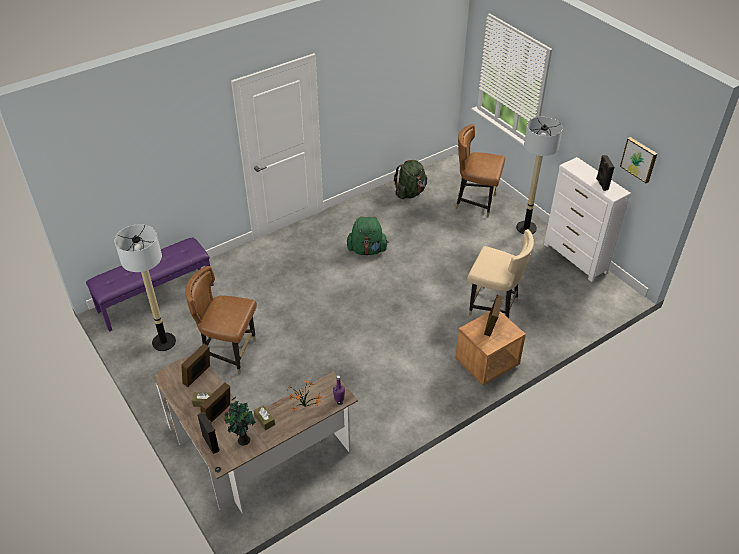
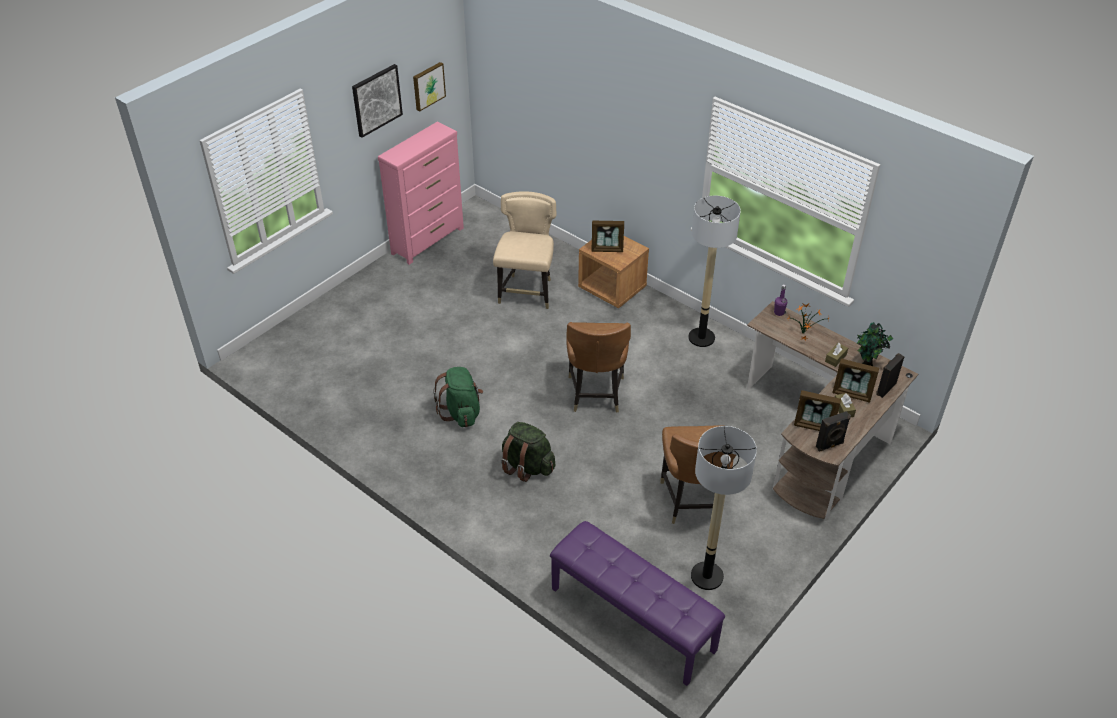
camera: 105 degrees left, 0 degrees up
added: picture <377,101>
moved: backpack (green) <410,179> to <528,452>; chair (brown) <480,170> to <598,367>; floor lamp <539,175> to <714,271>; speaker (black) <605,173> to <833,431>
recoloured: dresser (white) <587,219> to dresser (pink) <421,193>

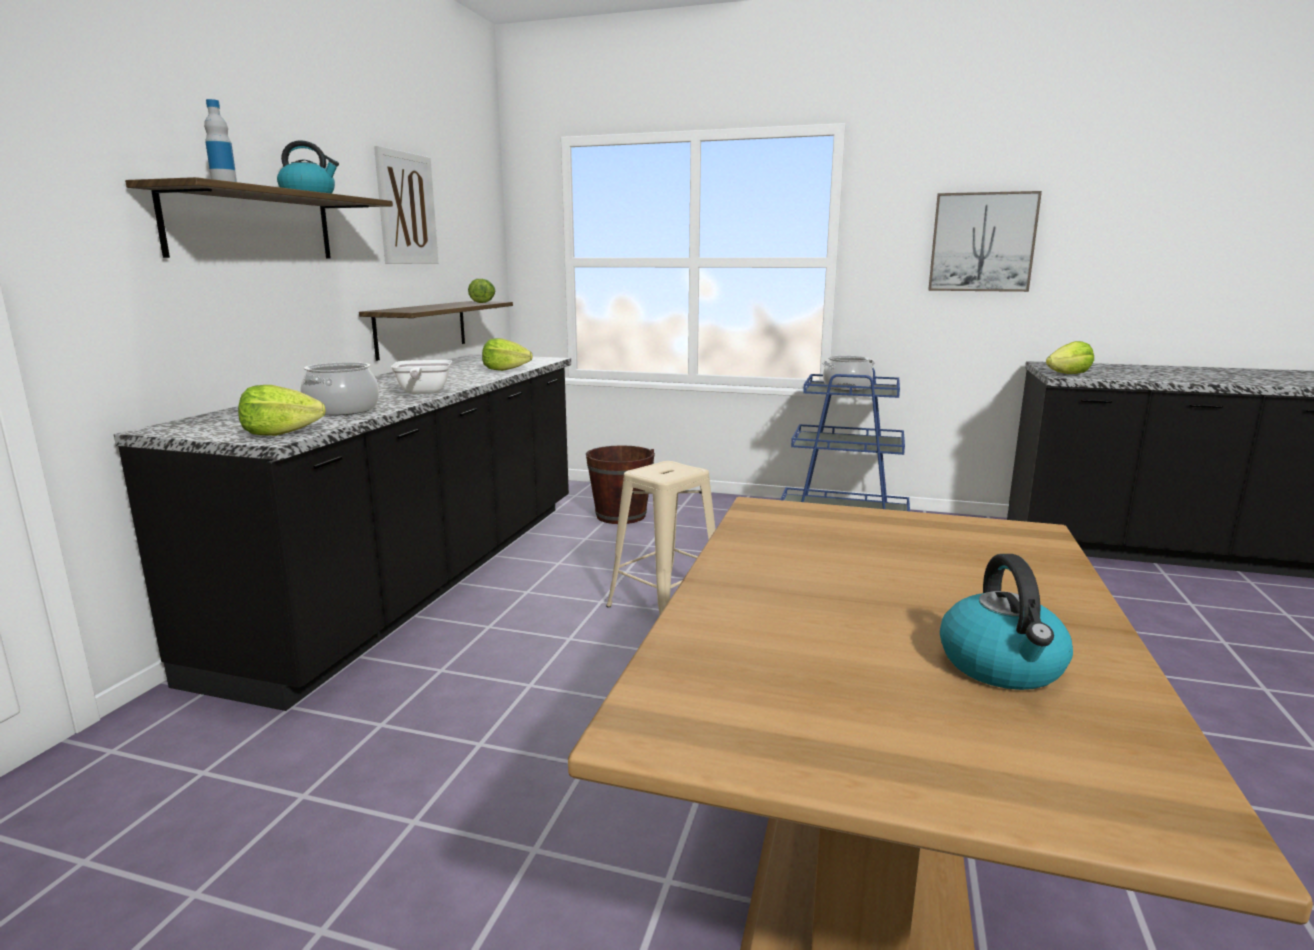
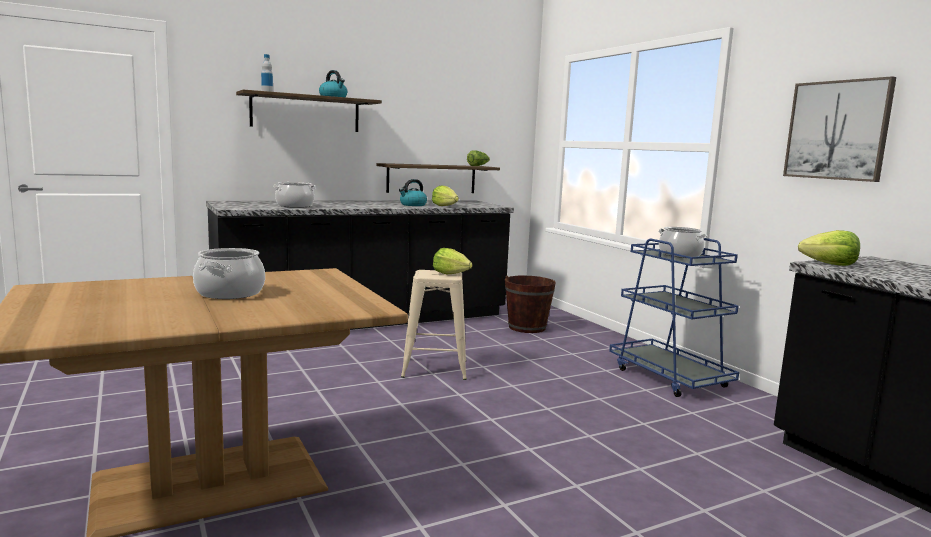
camera: 45 degrees right, 5 degrees down
removed: picture <406,205>; frying pan <421,377>
added: cooking pot <229,273>
moved: lettuce <282,410> to <452,261>; kettle <1006,622> to <413,192>

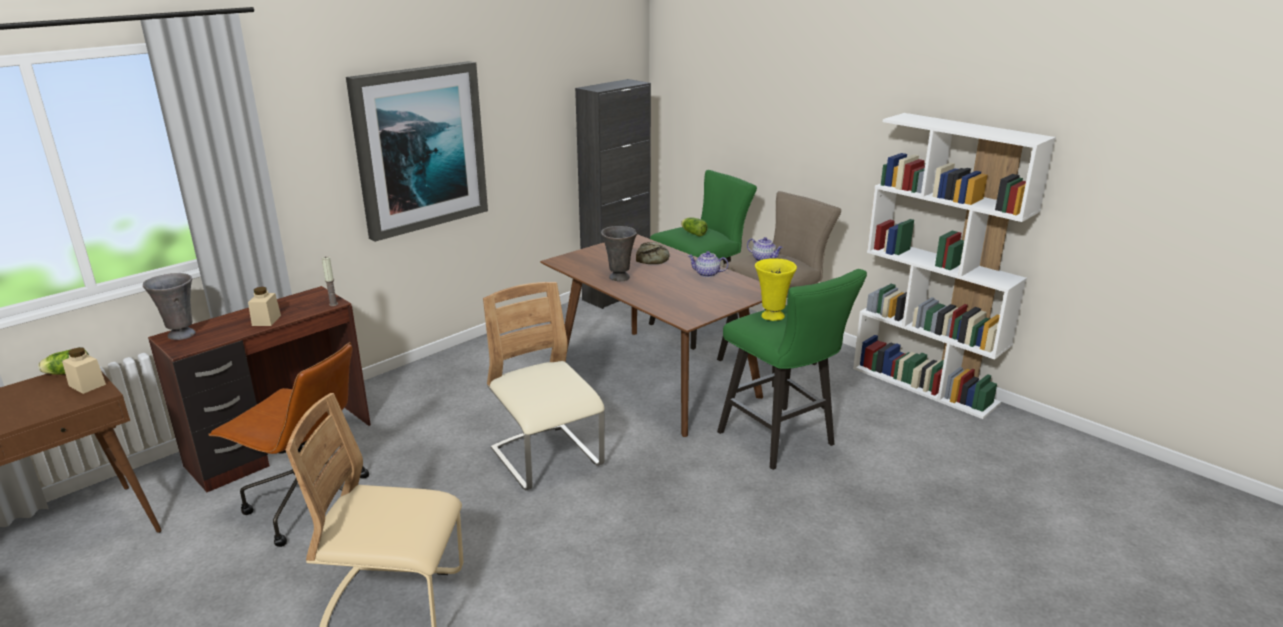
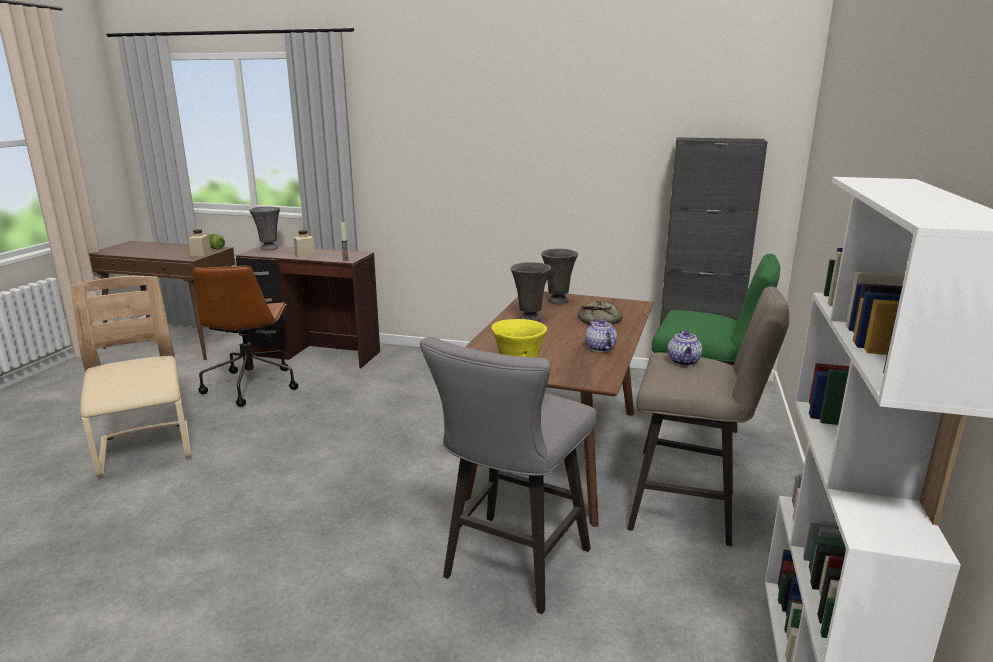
camera: 60 degrees right, 5 degrees down
removed: picture <417,151>; chair (beige) <544,386>; lettuce <694,226>
added: vase (grey) <559,276>
recoloured: stool (green) <792,369> to stool (grey) <508,475>

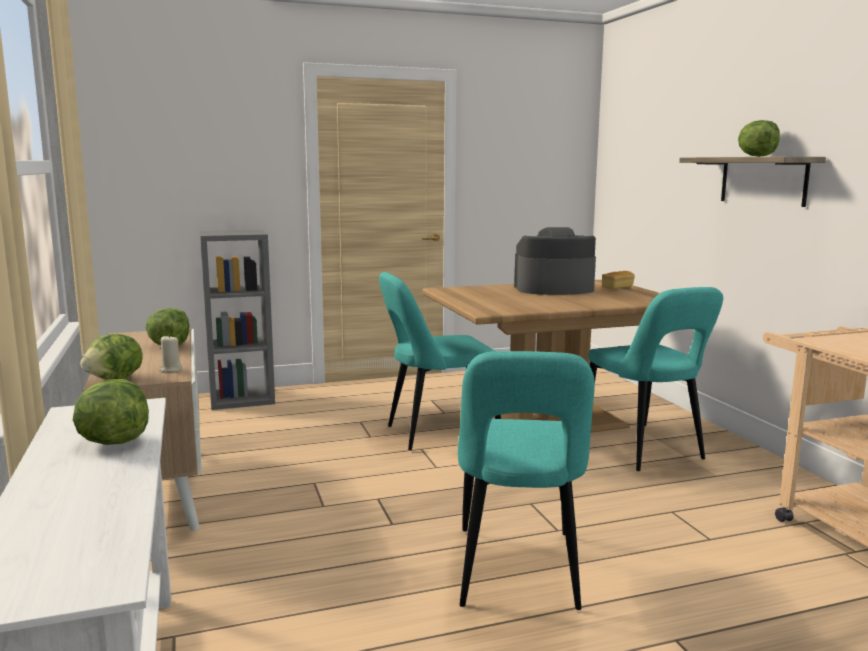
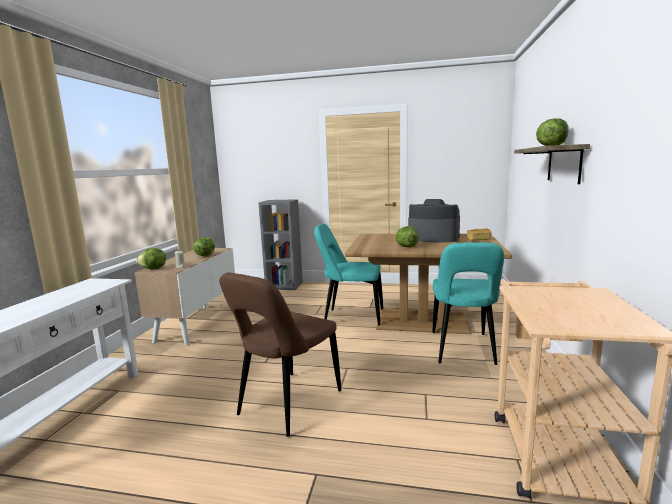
camera: 30 degrees right, 0 degrees up
moved: lettuce <111,412> to <407,236>
recoloured: chair (turquoise) <526,480> to chair (brown) <280,354>

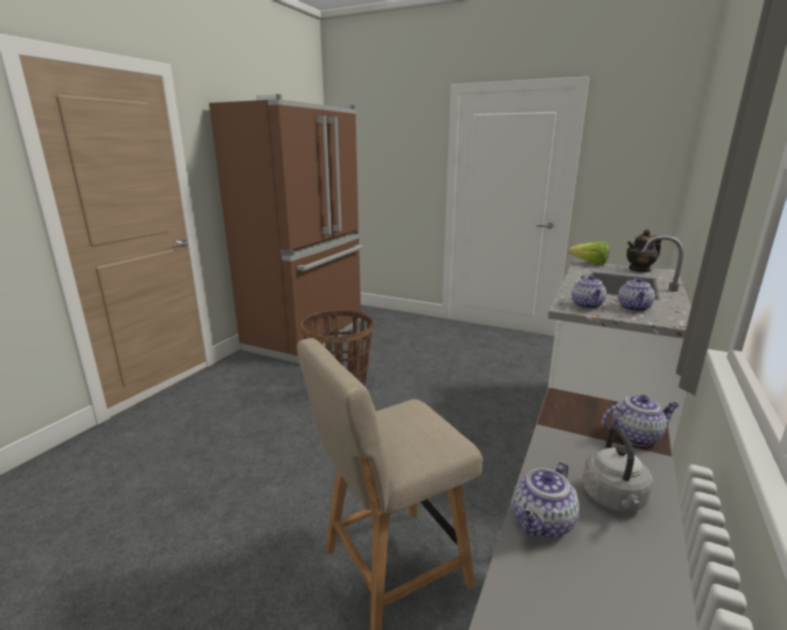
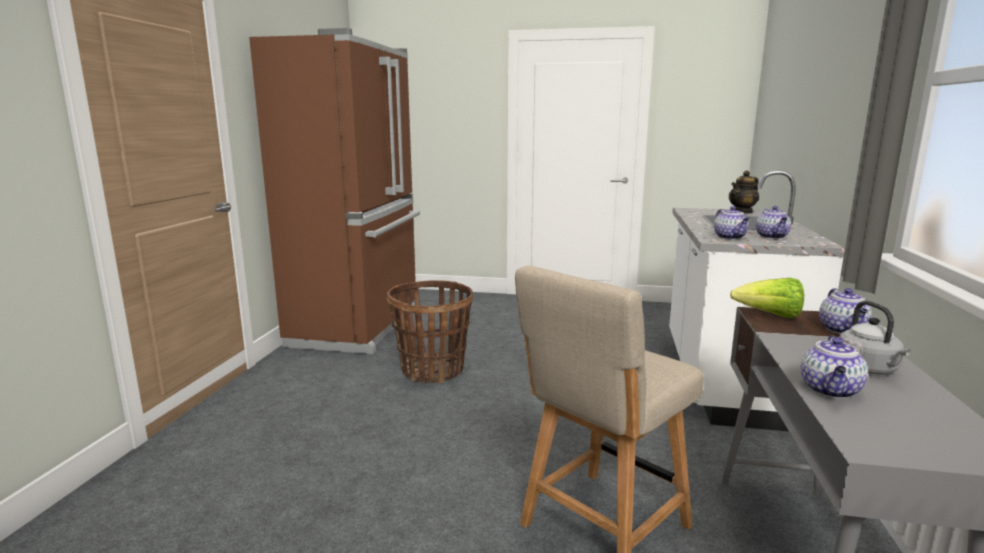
camera: 15 degrees left, 5 degrees down
moved: lettuce <588,253> to <767,298>
turned: teapot <640,420> = <845,311> 120 degrees clockwise

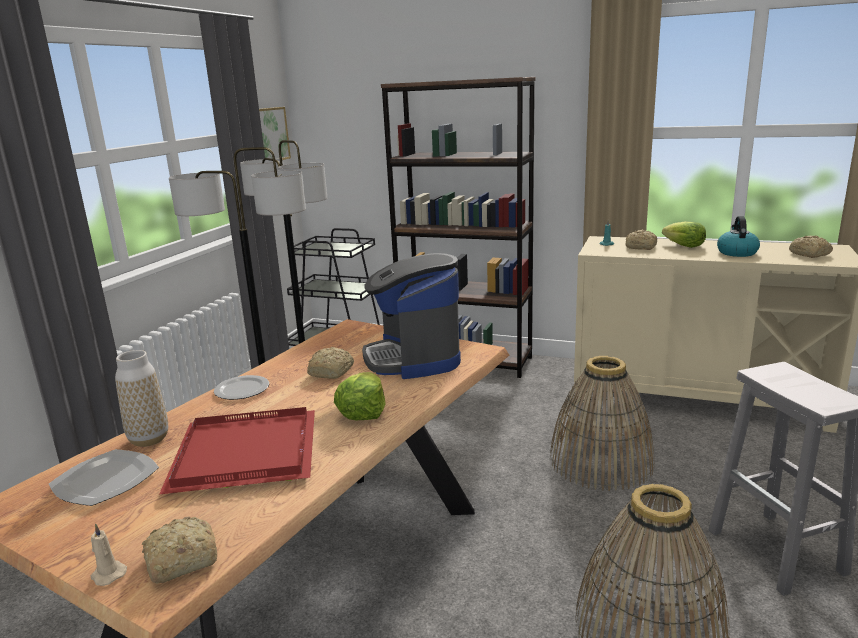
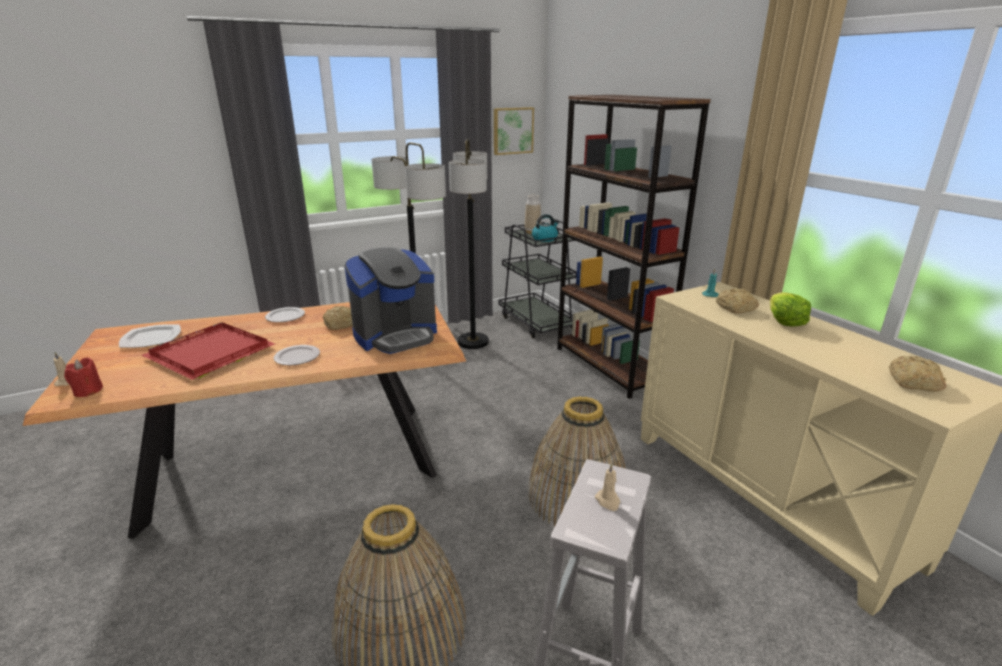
camera: 40 degrees right, 5 degrees up
added: candle (beige) <607,487>
moved: vase <141,398> to <532,214>; kettle <738,236> to <545,228>
replaced: bread <179,550> to candle (red) <83,377>; lettuce <360,396> to plate <297,355>
turned: coffee machine <411,316> = <391,300> 150 degrees counterclockwise

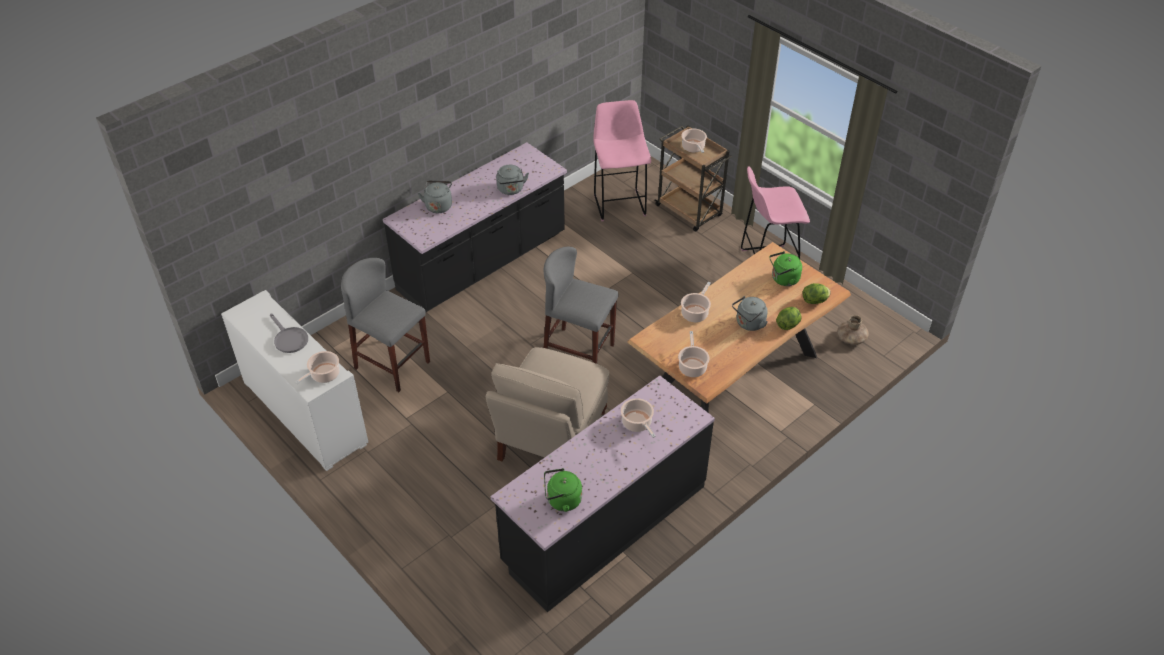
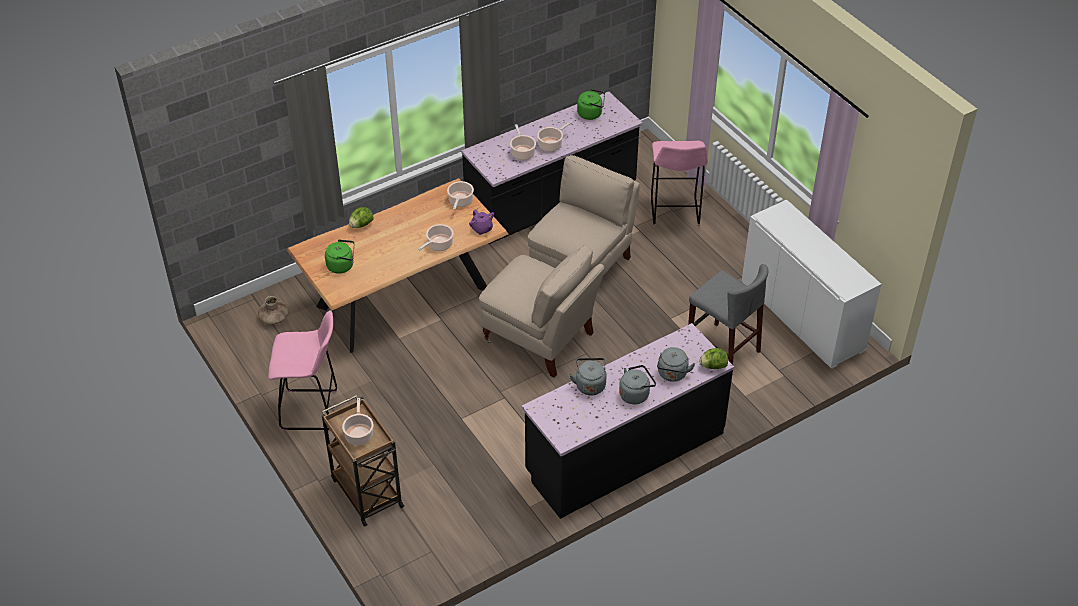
camera: 170 degrees left, 0 degrees up
removed: frying pan (grey) <289,333>
added: teapot (purple) <481,222>
moved: cooking pot <317,367> to <554,136>; stool (pink) <622,160> to <679,183>; kettle (grey) <750,313> to <637,384>; lettuce <817,293> to <713,358>
replaced: stool (grey) <581,305> to chair (beige) <541,311>

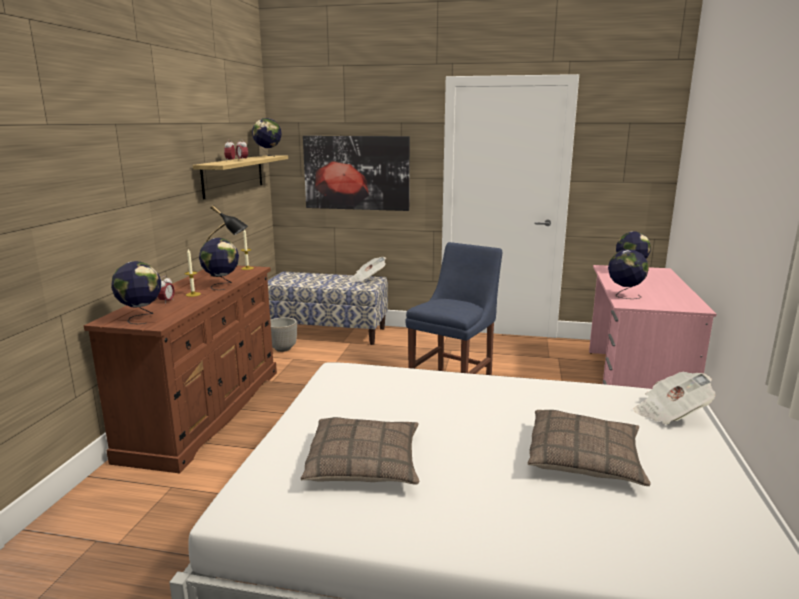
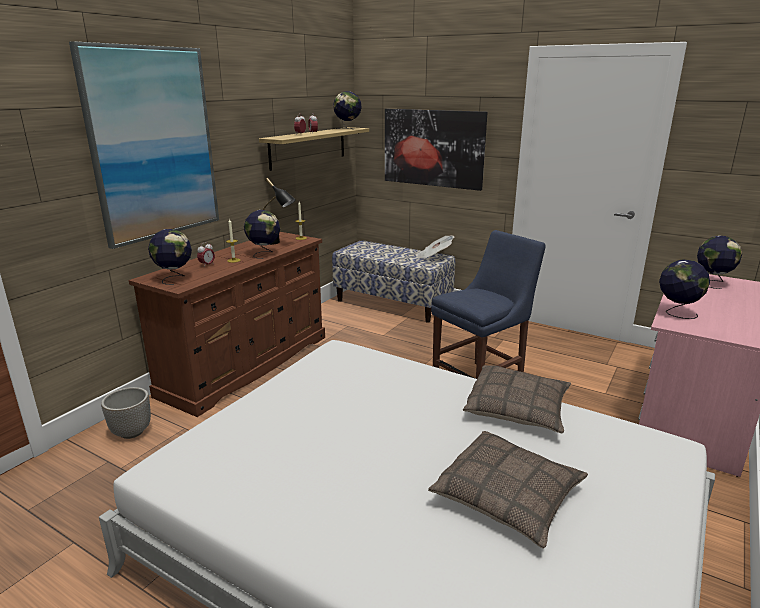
camera: 20 degrees right, 5 degrees up
removed: newspaper <675,398>
added: picture <144,145>
moved: planter <283,334> to <126,413>; pillow <359,451> to <517,399>

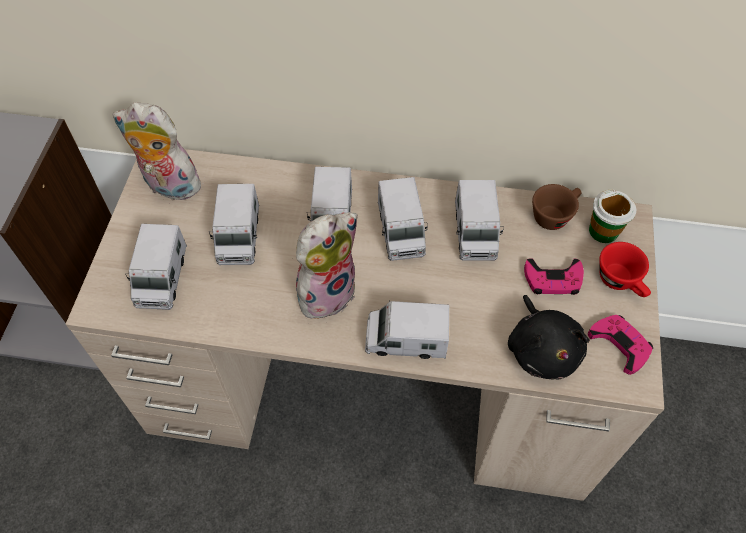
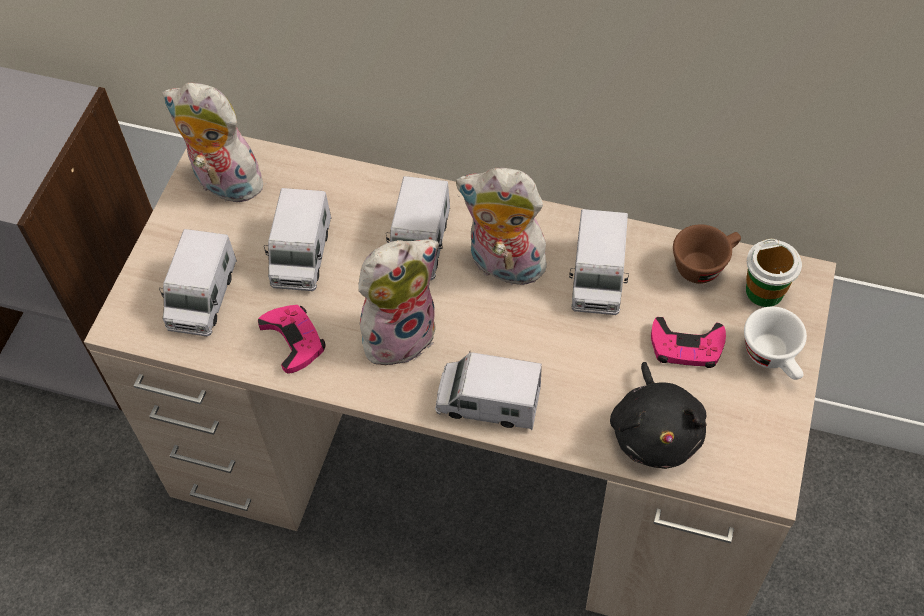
camera: 10 degrees right, 0 degrees up
moved: game controller (pink) <620,345> to <292,339>
replaced: toy truck <403,219> to plush toy <503,226>
recoloured: cup (red) <625,269> to cup (white) <775,343>

